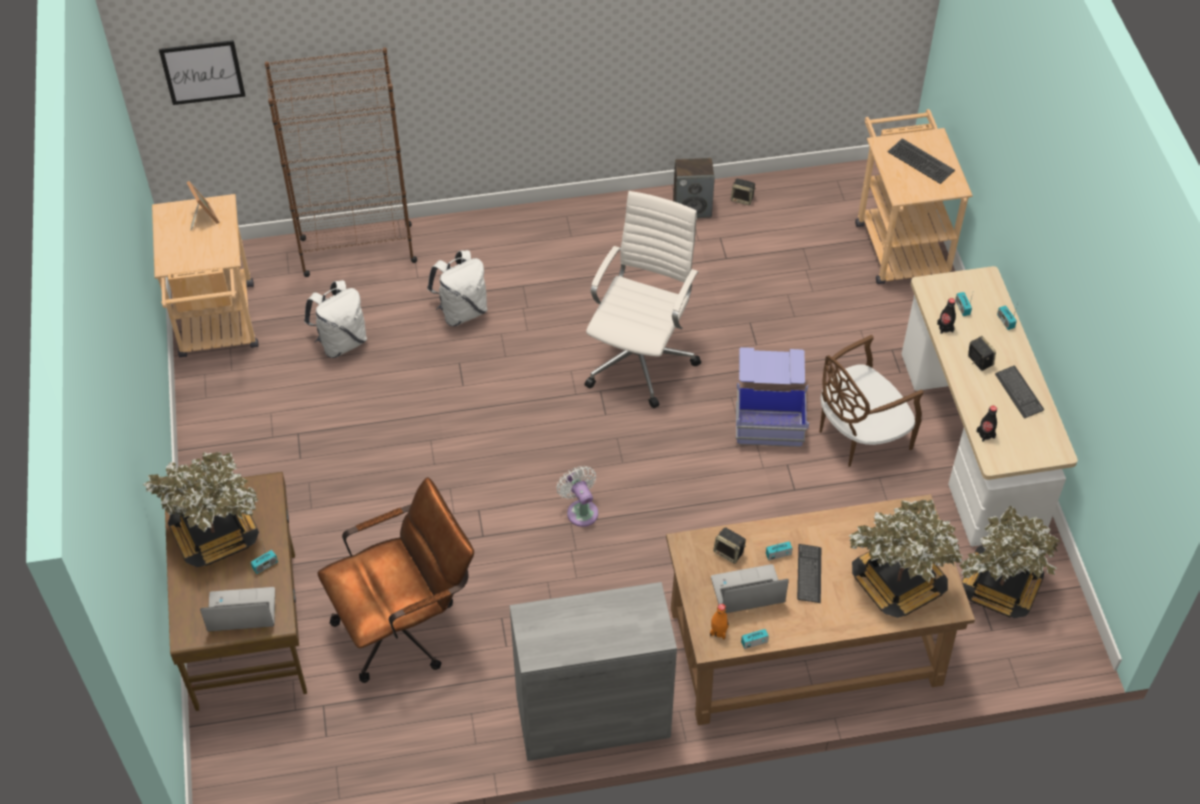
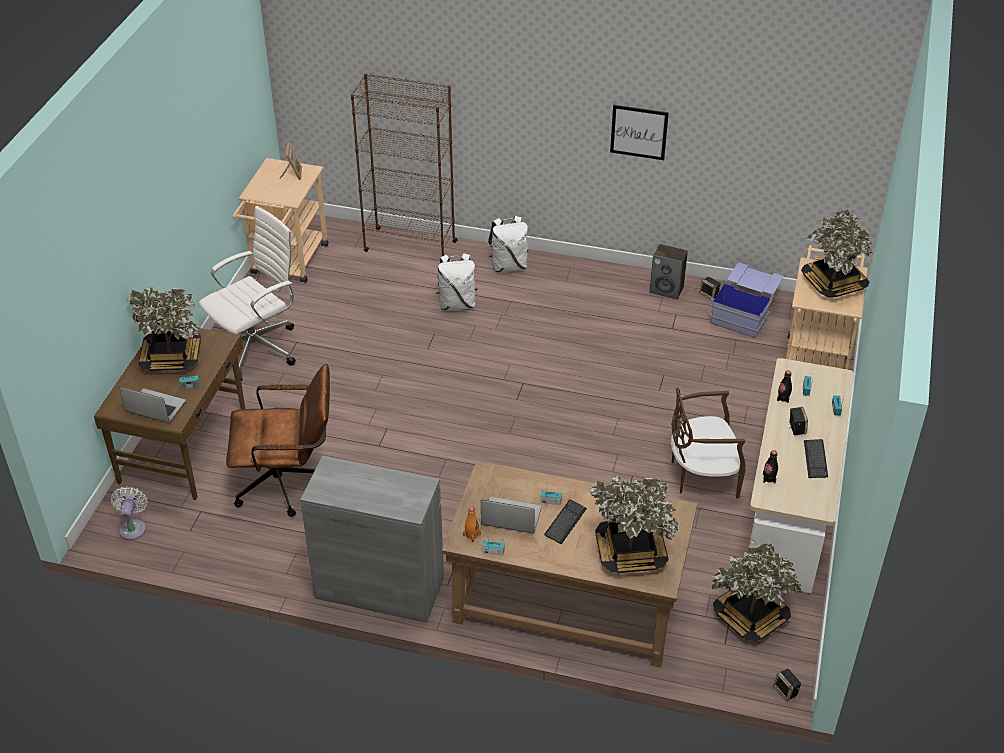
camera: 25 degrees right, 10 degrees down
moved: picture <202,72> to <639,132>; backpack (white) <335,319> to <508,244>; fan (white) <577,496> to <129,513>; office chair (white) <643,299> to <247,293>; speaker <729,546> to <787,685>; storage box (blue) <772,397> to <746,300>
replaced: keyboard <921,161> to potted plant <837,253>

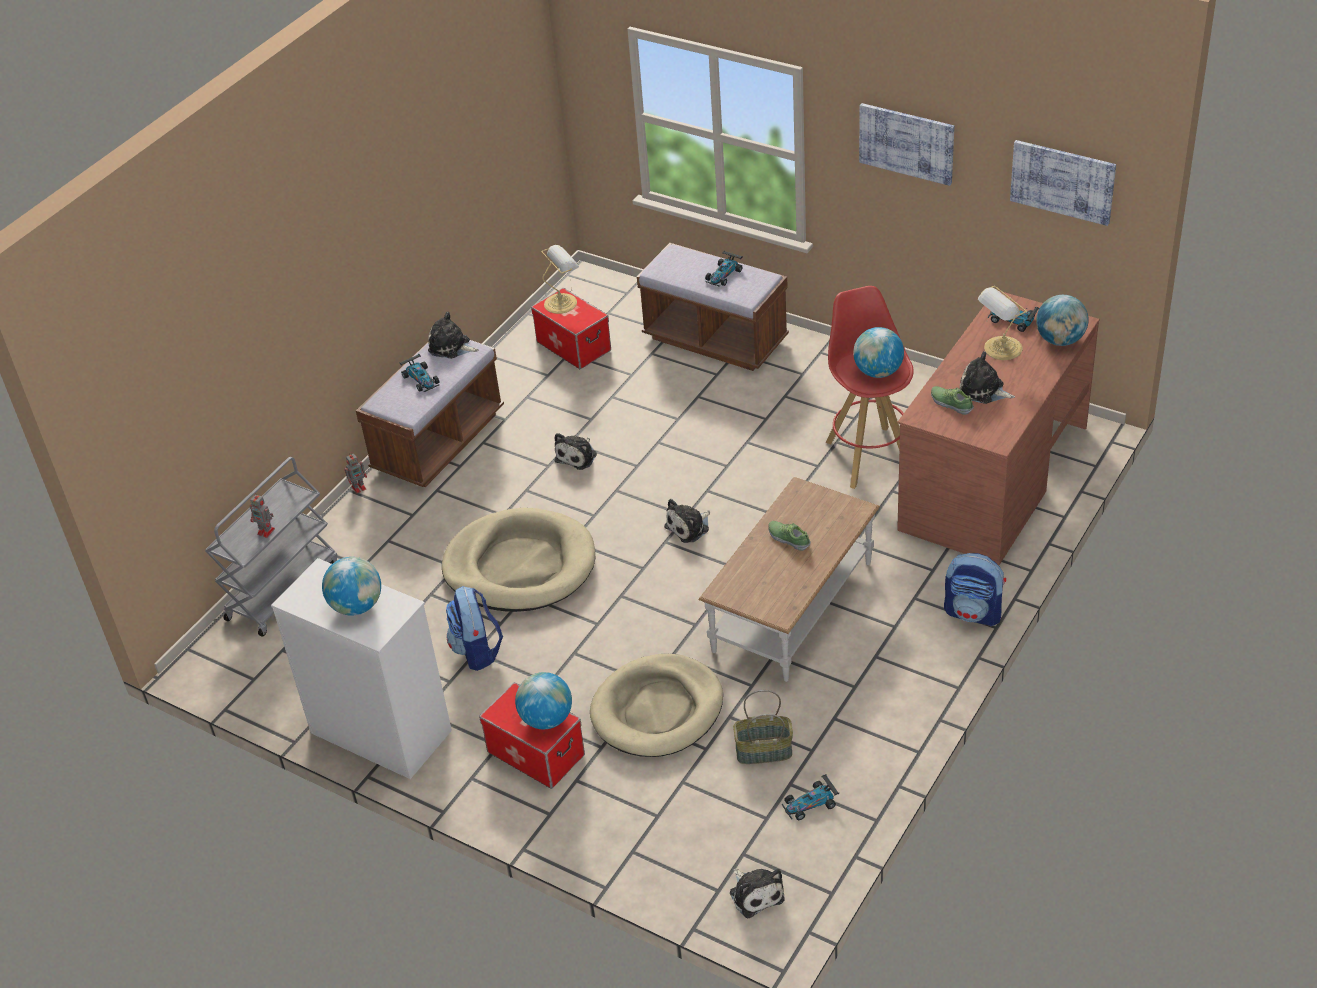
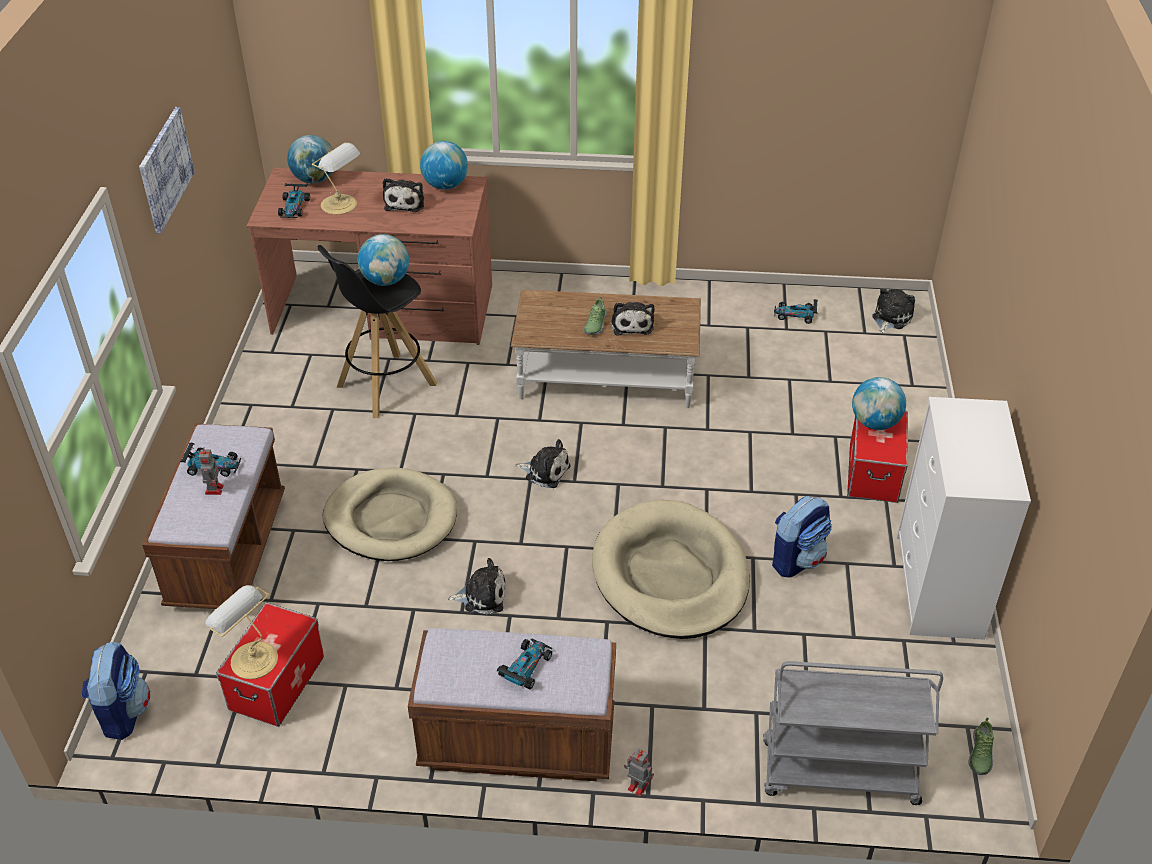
camera: 120 degrees left, 0 degrees up
removed: basket <763,727>; picture <1063,183>
moved: toy robot <262,515> to <211,471>; globe <351,586> to <444,165>; plush toy <453,335> to <633,318>; dog bed (beige) <656,705> to <390,514>; shoe <952,400> to <981,746>; backpack <975,589> to <116,691>
recoloured: stool (red) <869,387> to stool (black) <377,331>
turned: toy car <810,797> = <796,311> 150 degrees clockwise

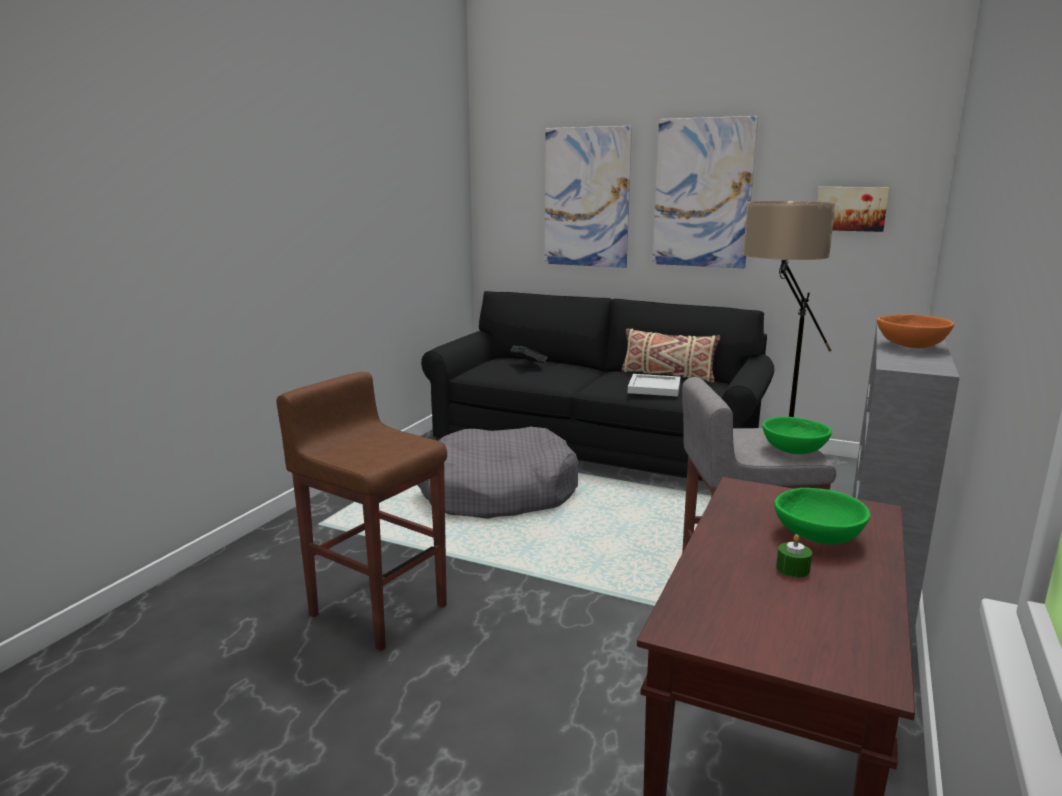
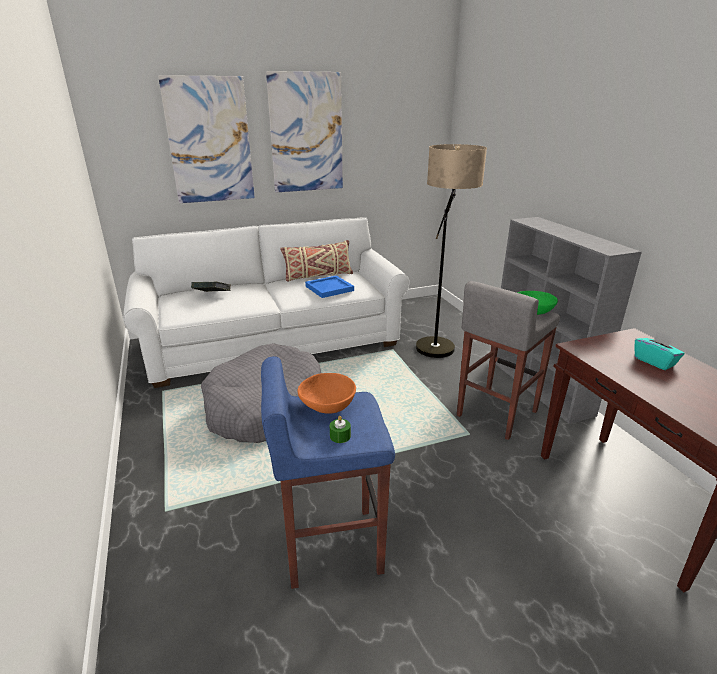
camera: 45 degrees left, 10 degrees up
removed: picture <853,209>
moved: candle (green) <794,555> to <340,429>; bowl (orange) <915,331> to <327,393>
replaced: bowl (green) <822,516> to tissue box (turquoise) <660,350>
recoloured: stool (brown) <361,511> to stool (blue) <328,472>; sofa (black) <597,386> to sofa (white) <266,302>; tray (white) <654,385> to tray (blue) <329,286>

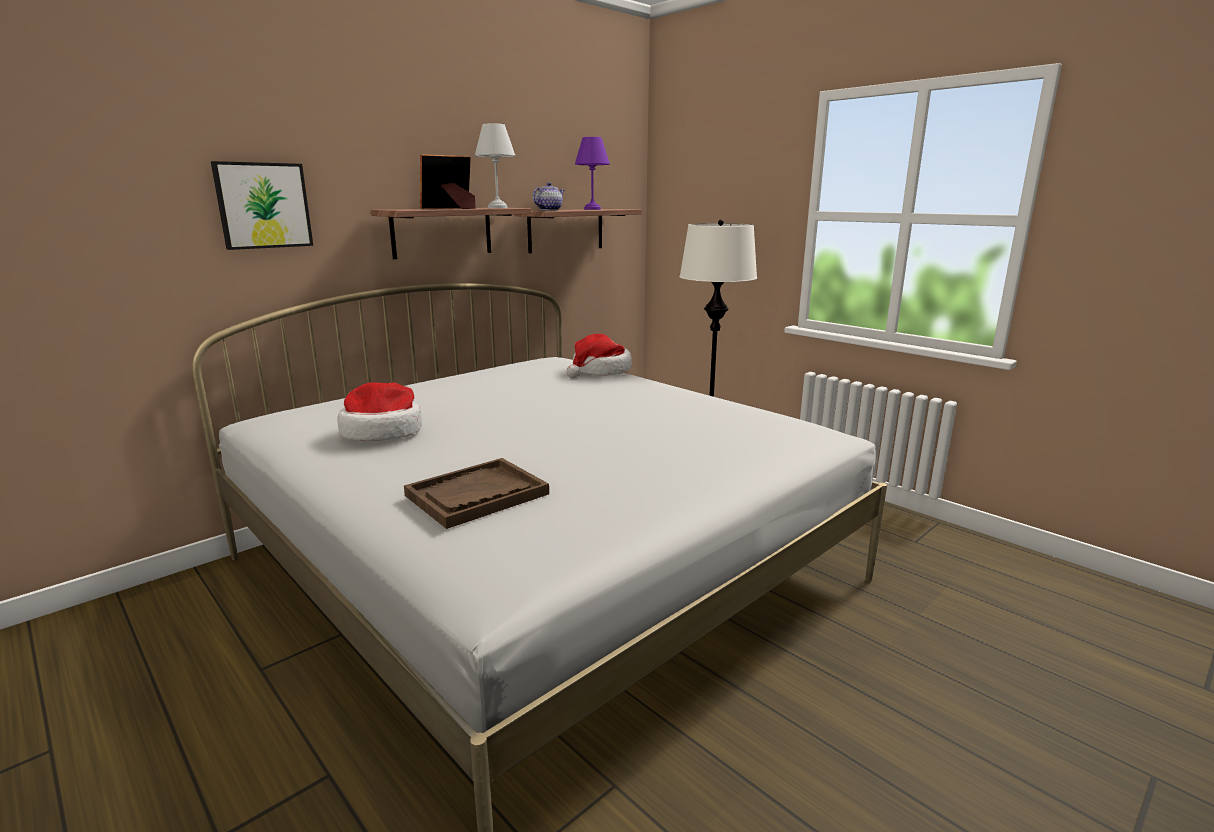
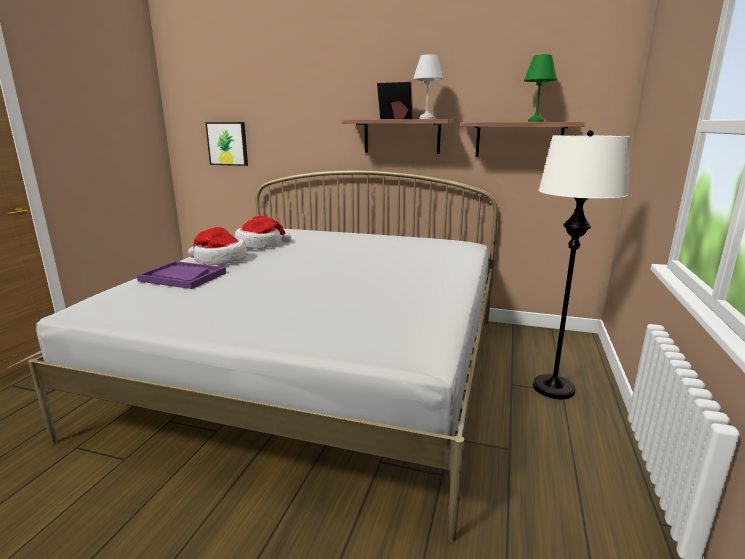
camera: 60 degrees right, 0 degrees up
removed: teapot <548,196>
moved: picture <262,205> to <226,144>; hat <599,356> to <218,246>
recoloured: tray (brown) <476,493> to tray (purple) <181,275>; table lamp (purple) <592,173> to table lamp (green) <540,88>

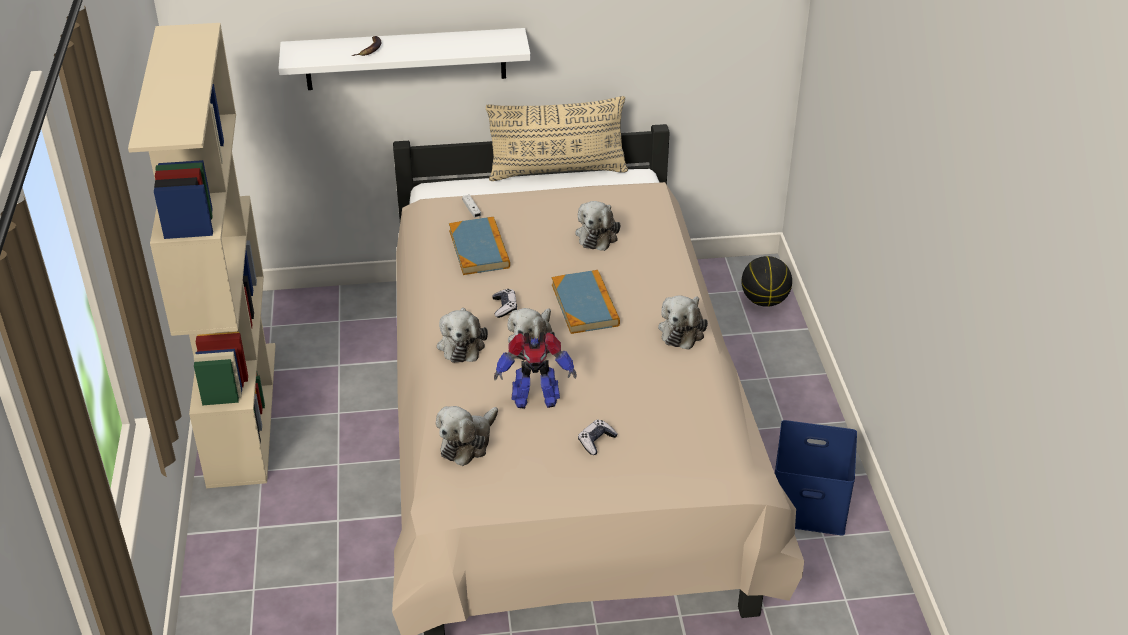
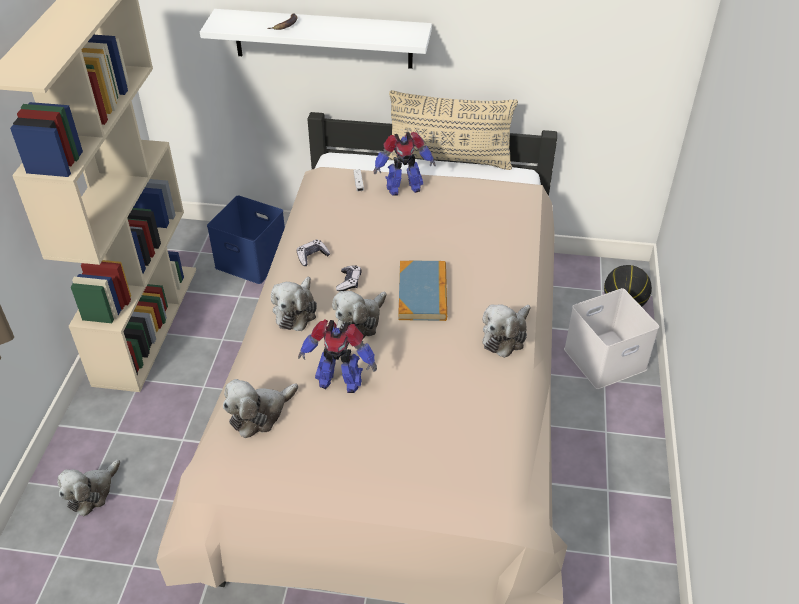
camera: 15 degrees right, 5 degrees up
removed: book <479,246>
added: toy robot <404,164>; storage box (white) <611,338>
moved: plush toy <597,226> to <89,487>; game controller <598,437> to <313,253>; storage box (blue) <816,477> to <246,239>

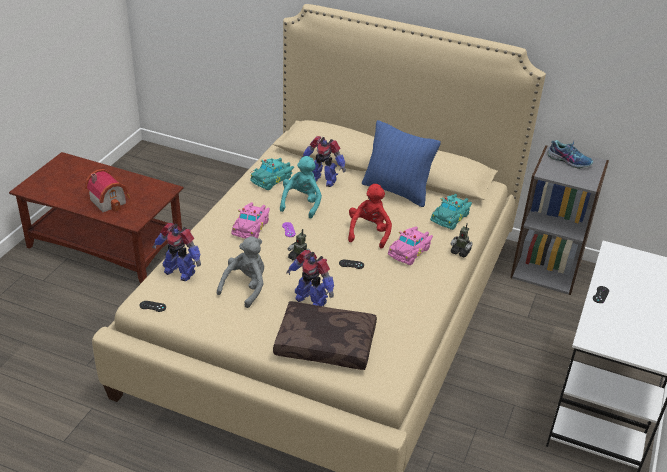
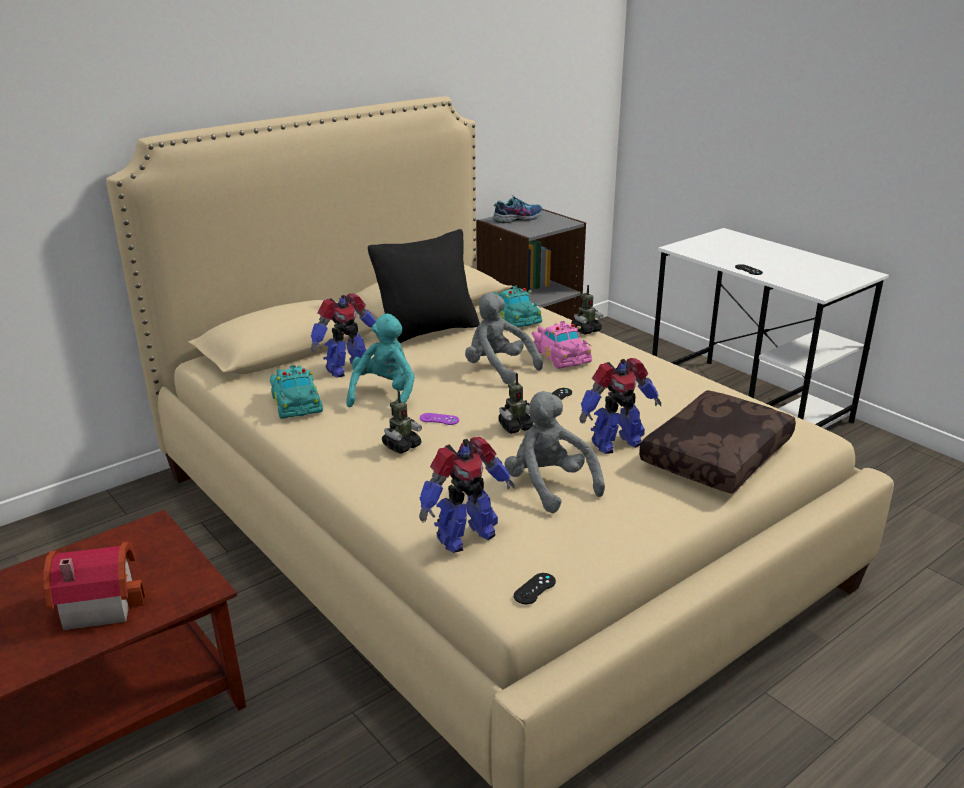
camera: 60 degrees left, 10 degrees down
replaced: toy car (pink) <250,220> to toy robot <402,422>
recoloured: plush toy (red) <370,216> to plush toy (grey) <504,338>; pillow (blue) <401,163> to pillow (black) <424,286>
turned: plush toy (turquoise) <301,187> = <380,360> 60 degrees clockwise

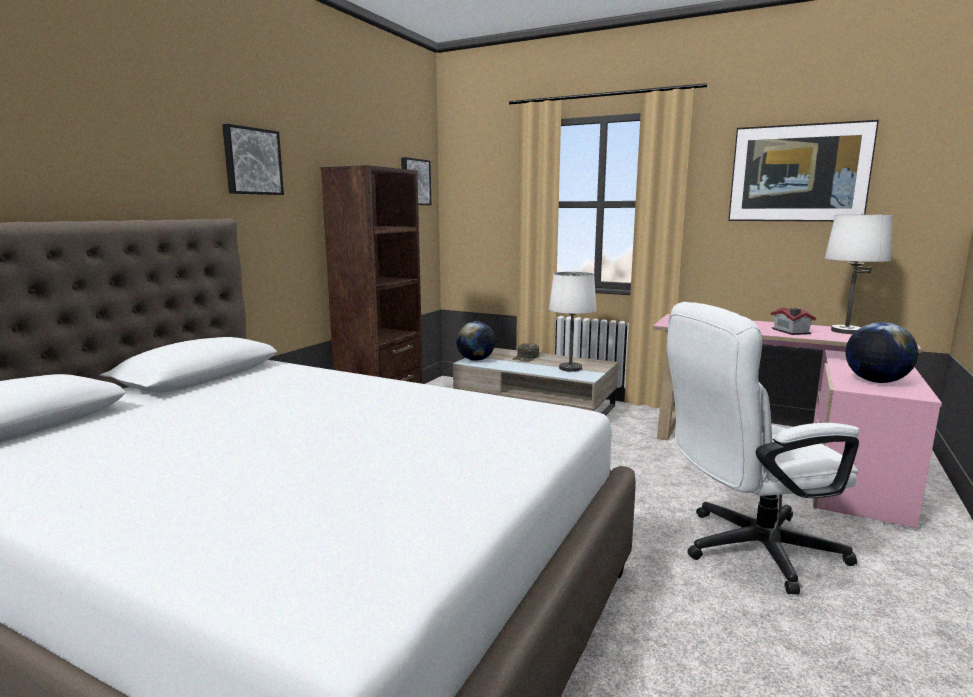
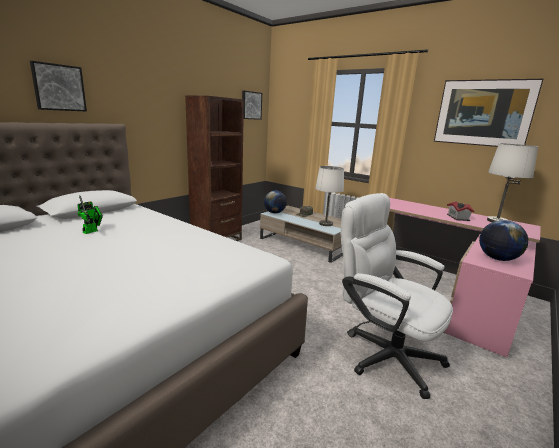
camera: 10 degrees right, 5 degrees up
added: toy robot <90,214>
moved: picture <253,159> to <58,86>
turned: office chair (white) <763,448> = <396,296> 45 degrees clockwise

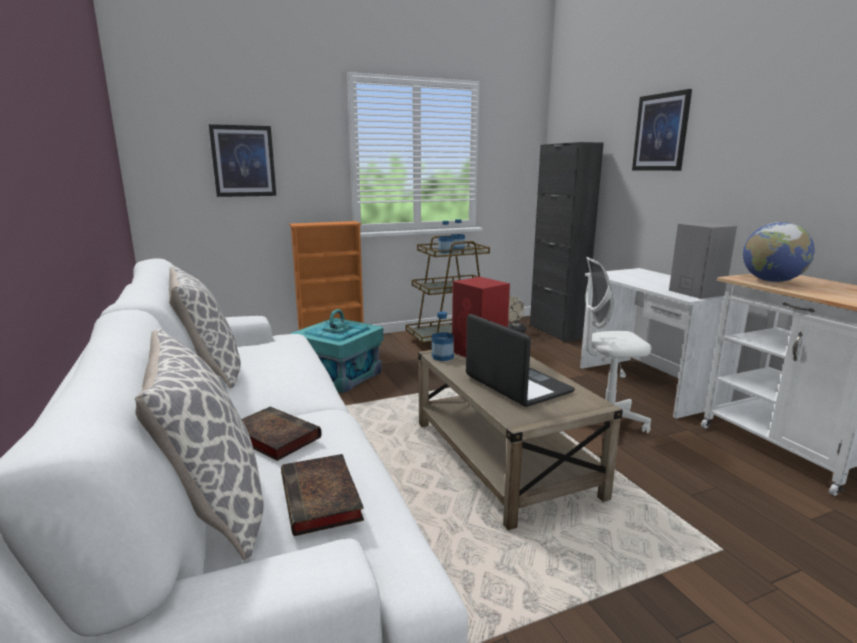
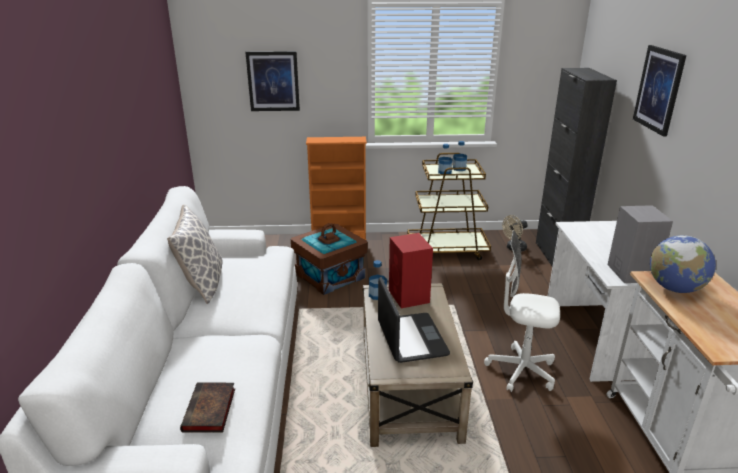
camera: 20 degrees right, 10 degrees up
removed: pillow <199,444>; book <282,433>
recoloured: storage box (turquoise) <336,351> to storage box (brown) <329,259>

